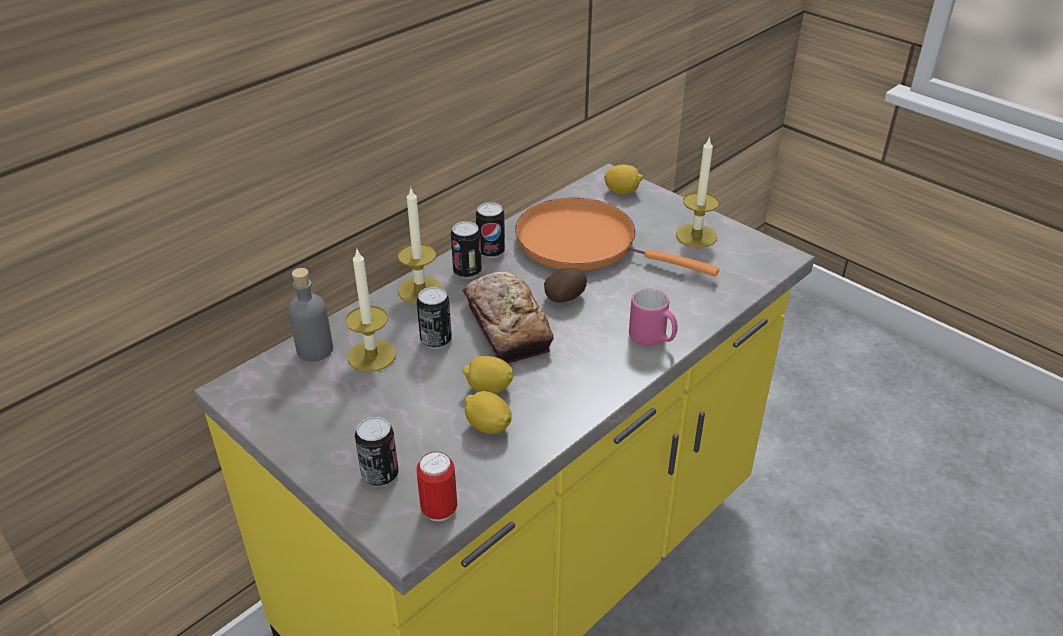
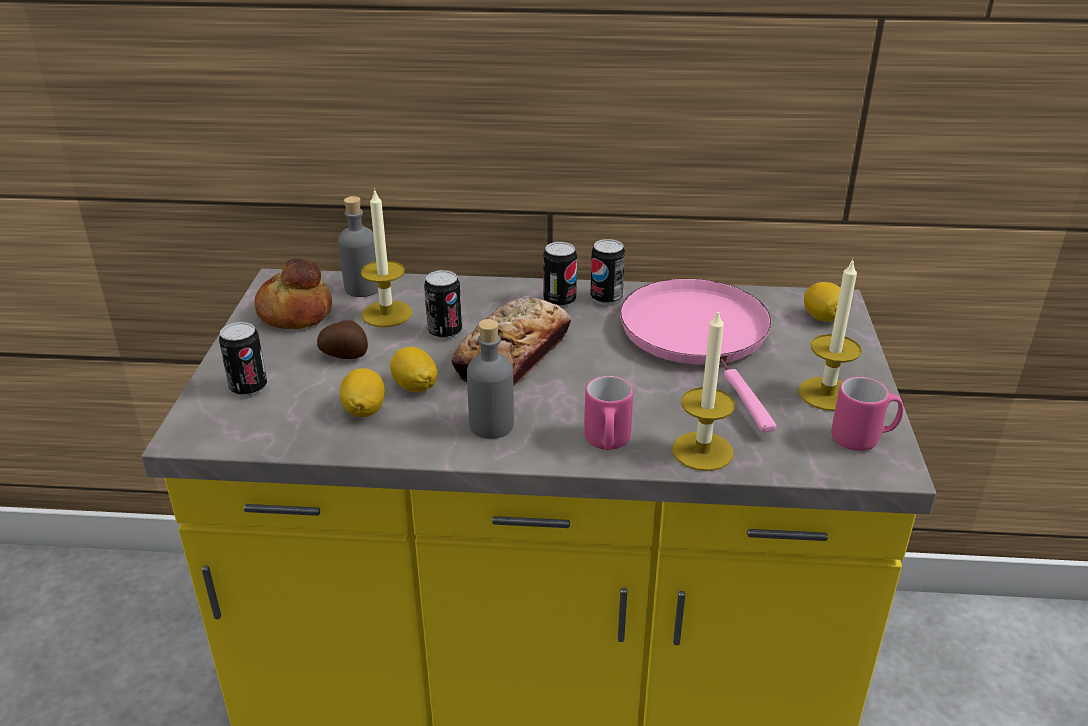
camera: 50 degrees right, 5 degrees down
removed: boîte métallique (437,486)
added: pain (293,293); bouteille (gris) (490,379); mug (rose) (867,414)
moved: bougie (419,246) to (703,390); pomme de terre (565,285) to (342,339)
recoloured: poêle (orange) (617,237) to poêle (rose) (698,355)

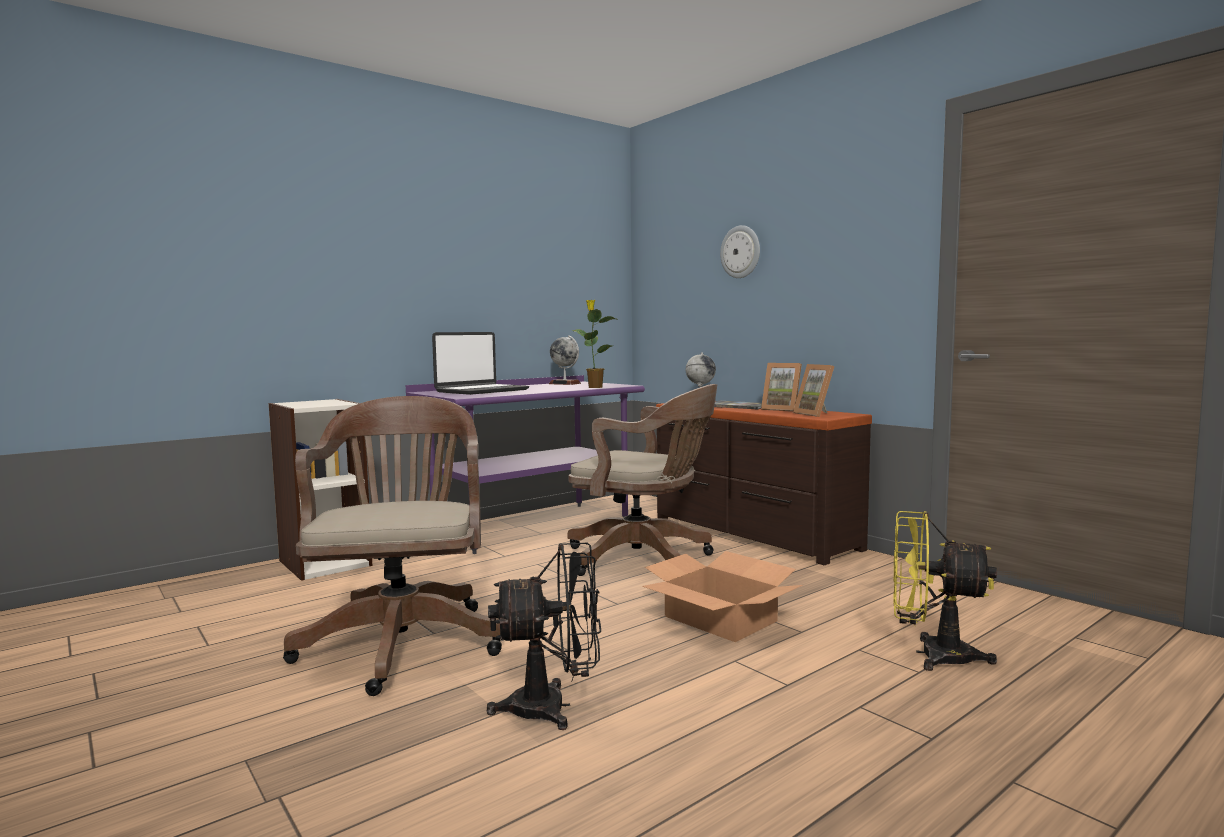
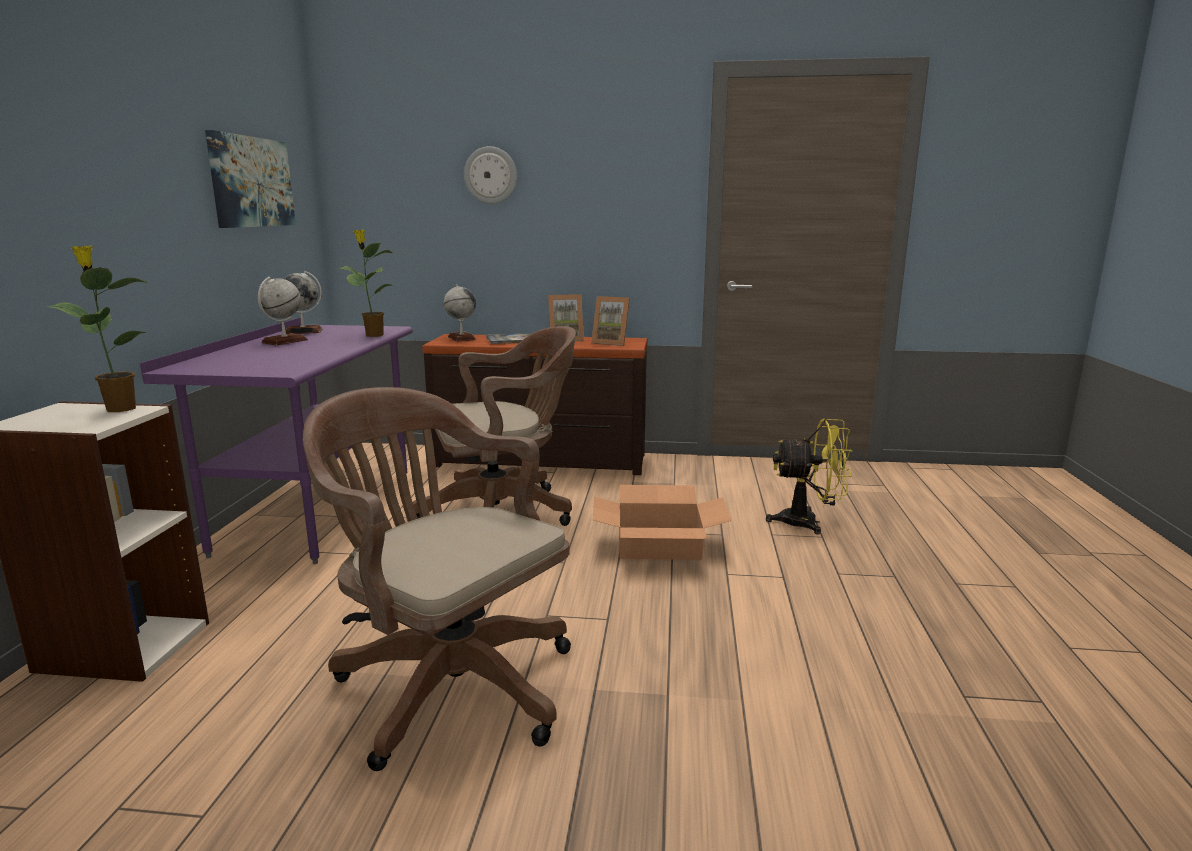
camera: 45 degrees left, 10 degrees up
removed: ordinateur portable (480,363); ventilateur (noir) (544,636)
added: plante en pot (98,328); tableau (250,179); globe (283,311)
turned: ventilateur (jaune) (945,591) = (809,476) 150 degrees counterclockwise

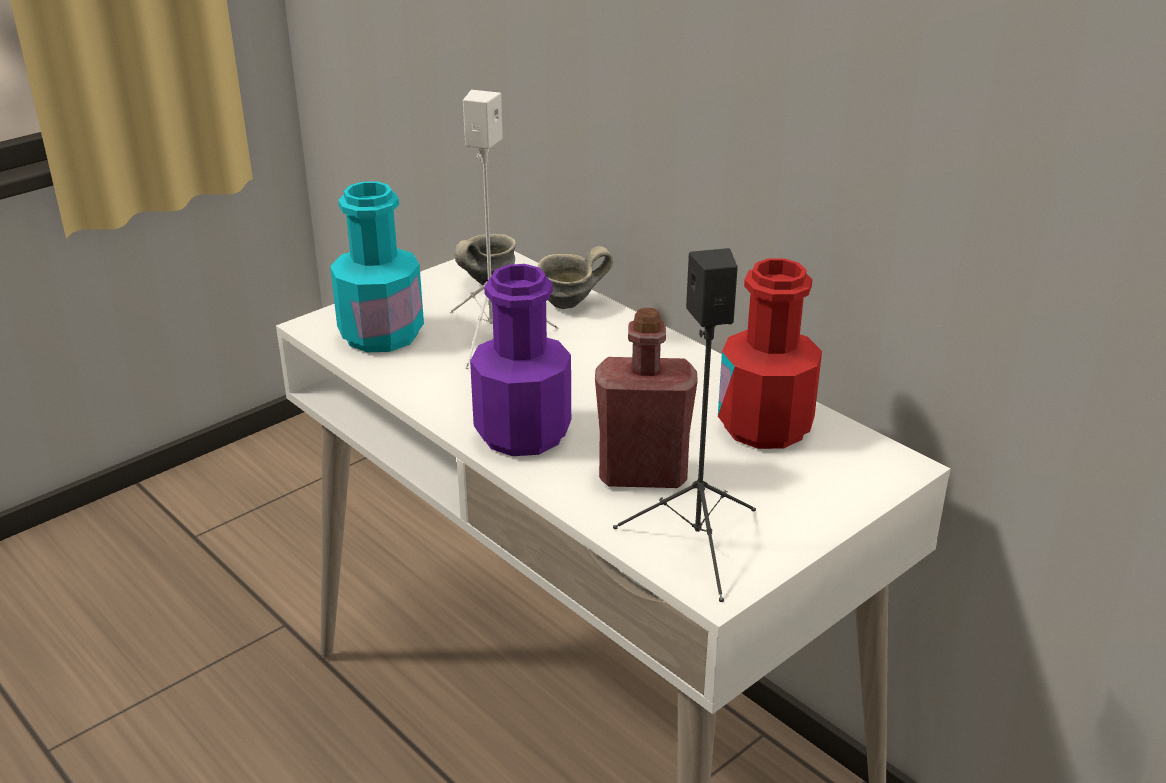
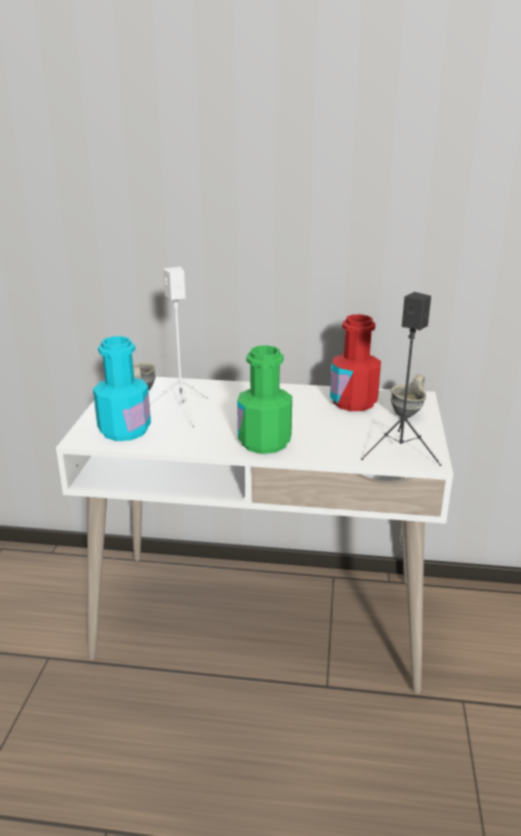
camera: 40 degrees left, 5 degrees down
removed: bouteille (rouge) (646,398)
moved: mug (gris) (575,277) to (409,396)
recoloured: bouteille (violet) (520,360) to bouteille (vert) (264,399)

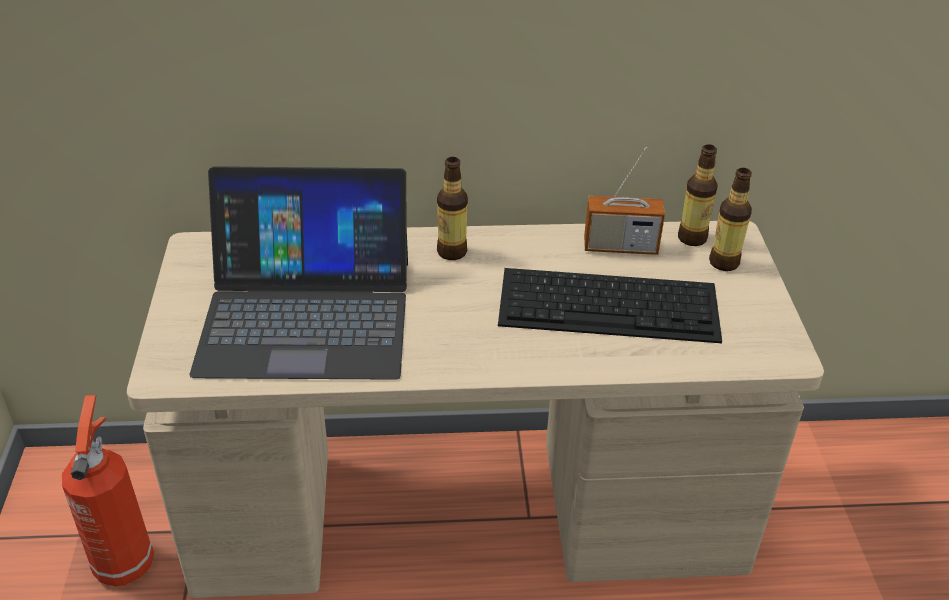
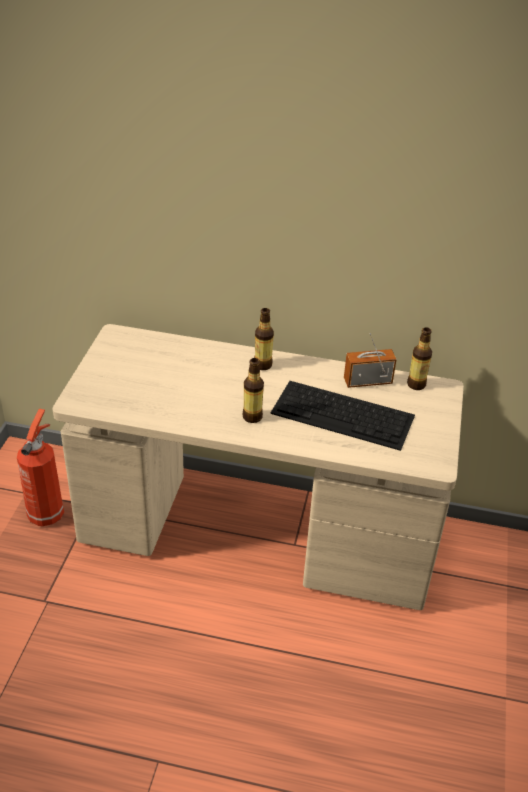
camera: 15 degrees right, 0 degrees up
removed: ordinateur portable (298,273)
moved: bouteille (730,219) to (253,390)
turned: radio (624,201) = (370,360) 150 degrees clockwise

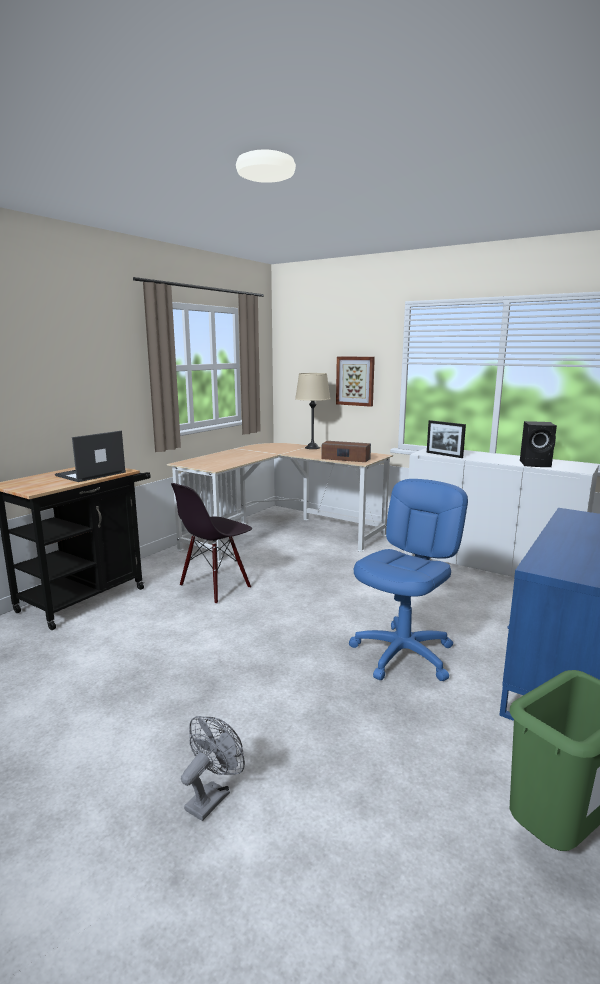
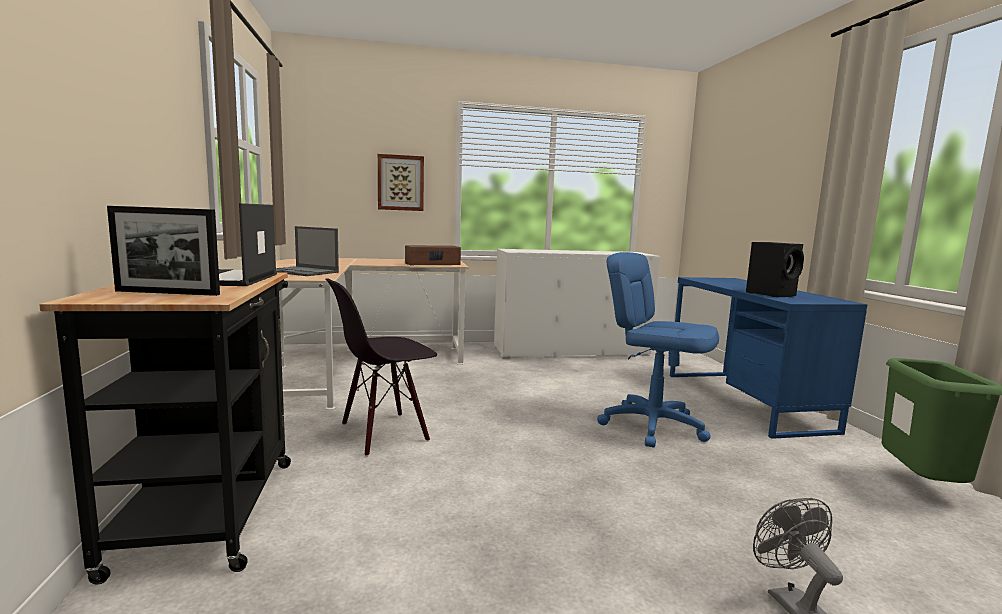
camera: 45 degrees left, 5 degrees down
removed: lampe de table (beige) (312,411)
added: ordinateur portable (307,251)
moved: cadre photo (446,439) to (163,251); enceinte (noir) (538,444) to (775,269)
turned: chaise (noir) (211,543) = (381,367) 60 degrees clockwise; chaise de bureau (bleu) (408,580) = (658,350) 45 degrees counterclockwise

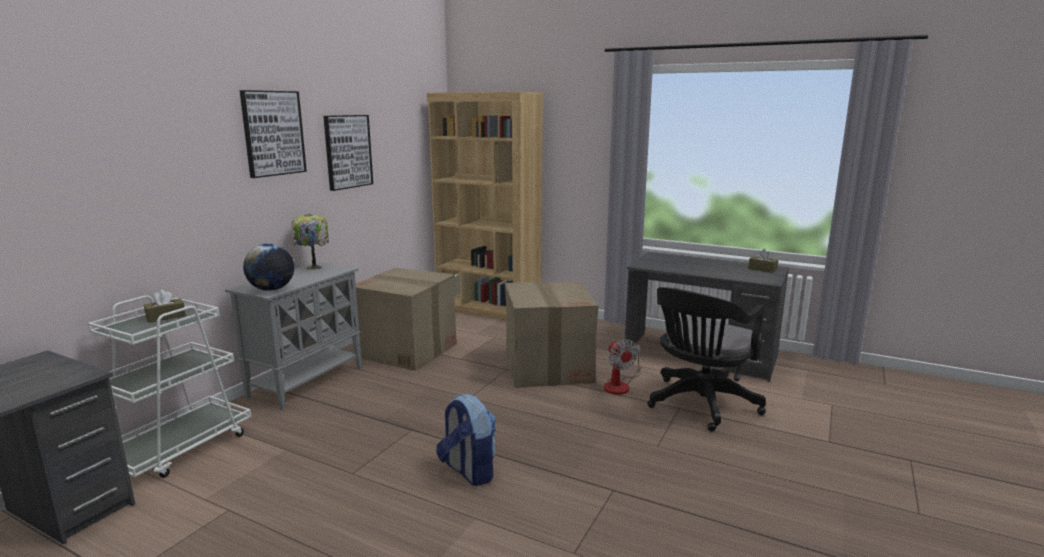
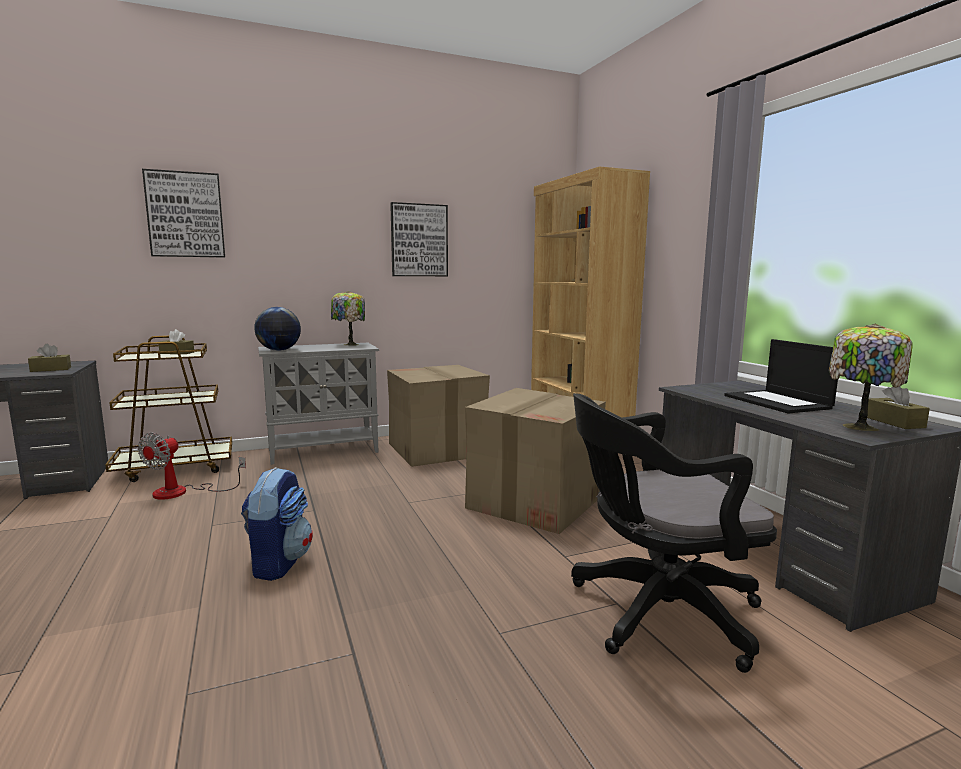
camera: 40 degrees right, 5 degrees down
added: boîte à mouchoirs (marron) (49,358); ordinateur portable (781,376); lampe de table (871,377)
moved: tableau (273,134) to (183,213); ventilateur (622,367) to (192,466)
recoloured: chariot (blanc) (170,386) to chariot (marron) (168,409)

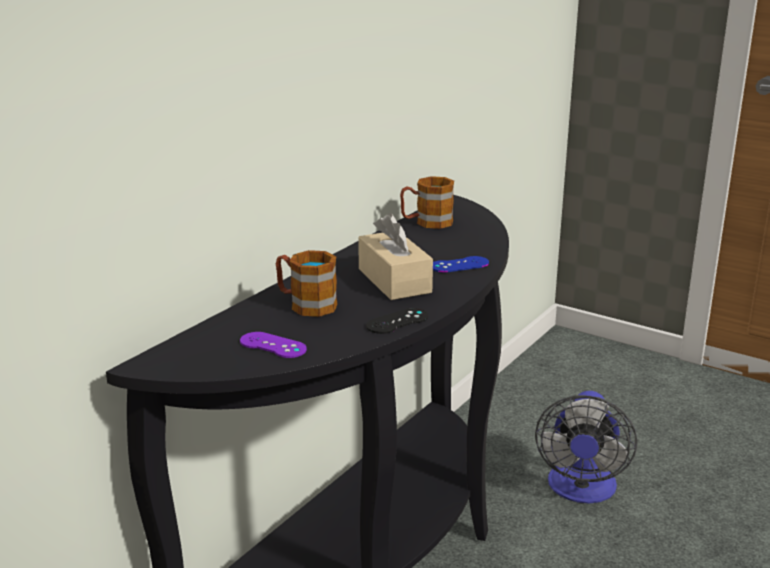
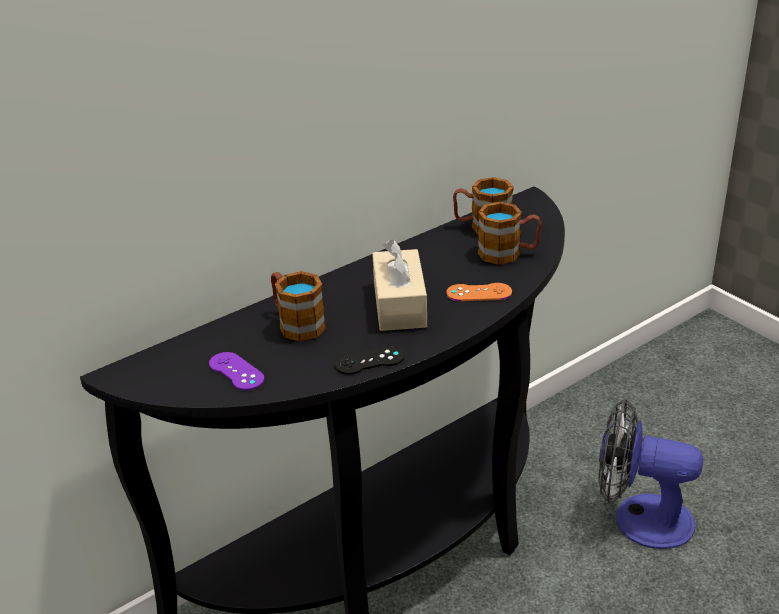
camera: 20 degrees right, 10 degrees up
added: mug (509,233)
recoloured: manette (bleu) (461,264) to manette (orange) (479,292)
turned: ventilateur (586,447) = (650,473) 75 degrees clockwise

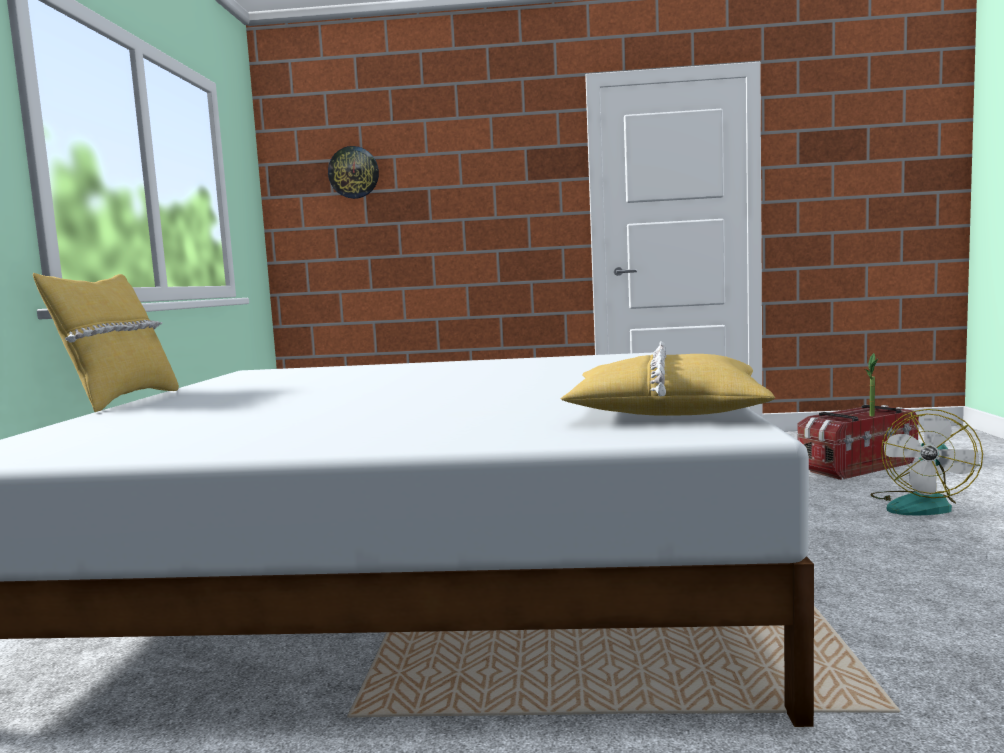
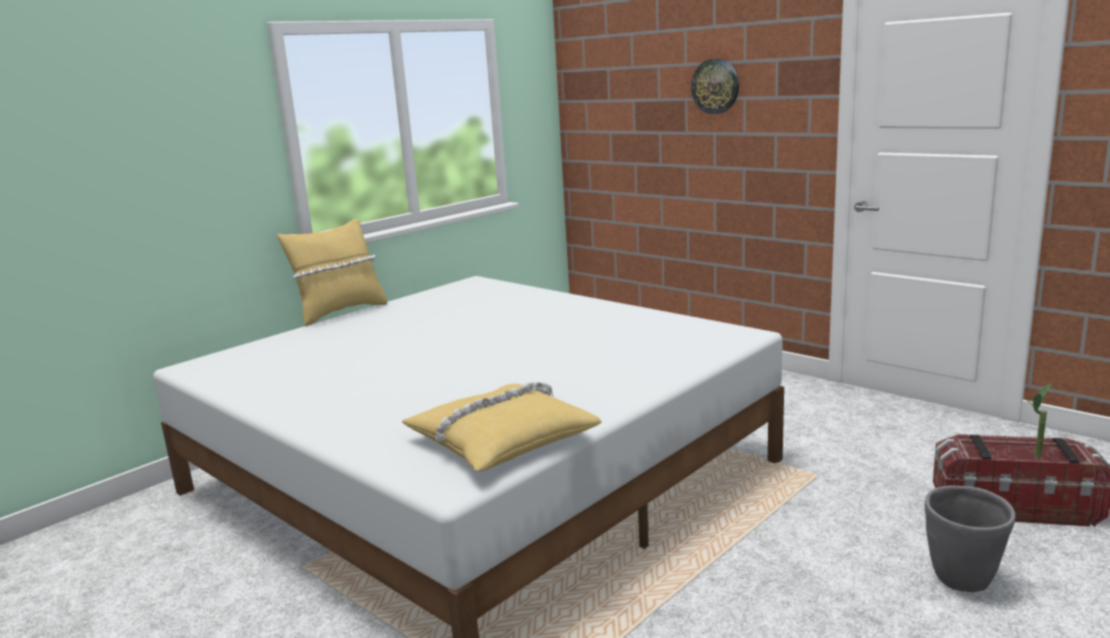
camera: 40 degrees right, 10 degrees up
moved: horloge murale (353,172) to (715,86)
replaced: ventilateur (926,462) to cache-pot (gris) (970,539)

